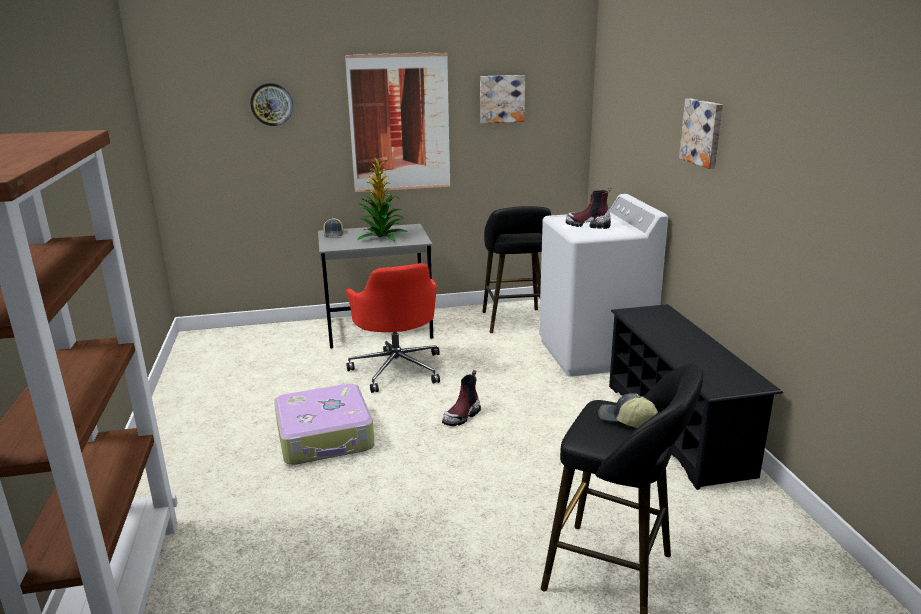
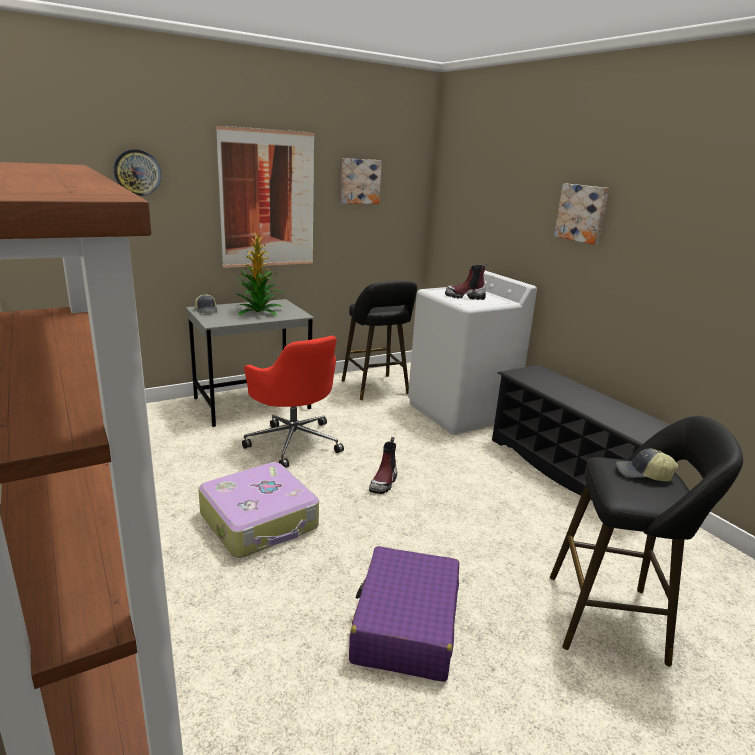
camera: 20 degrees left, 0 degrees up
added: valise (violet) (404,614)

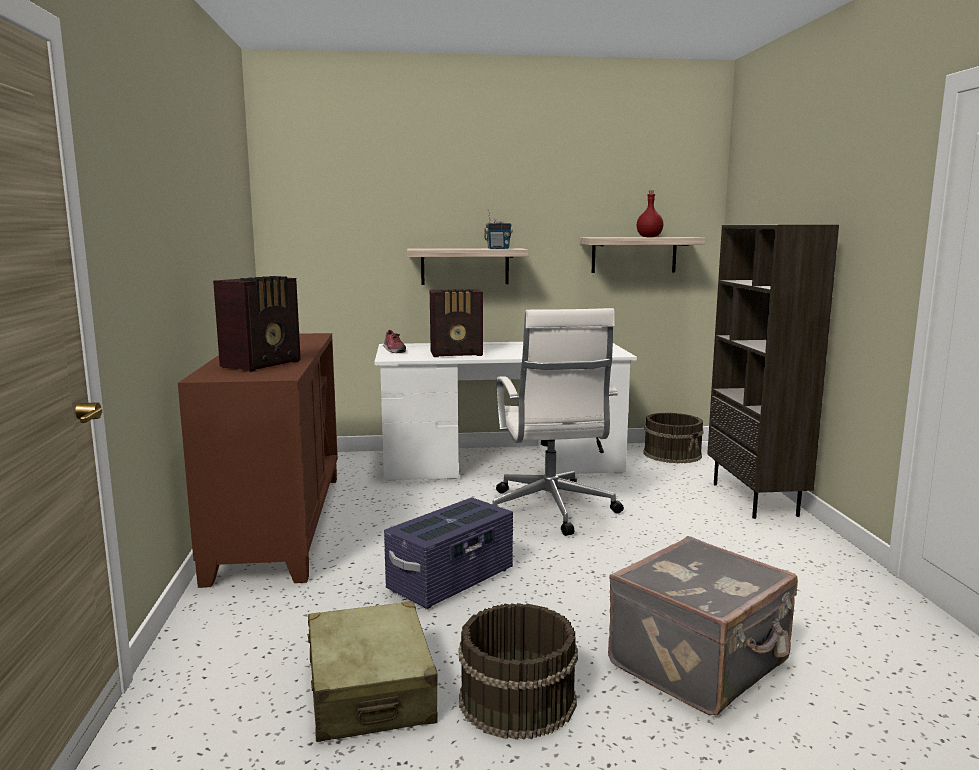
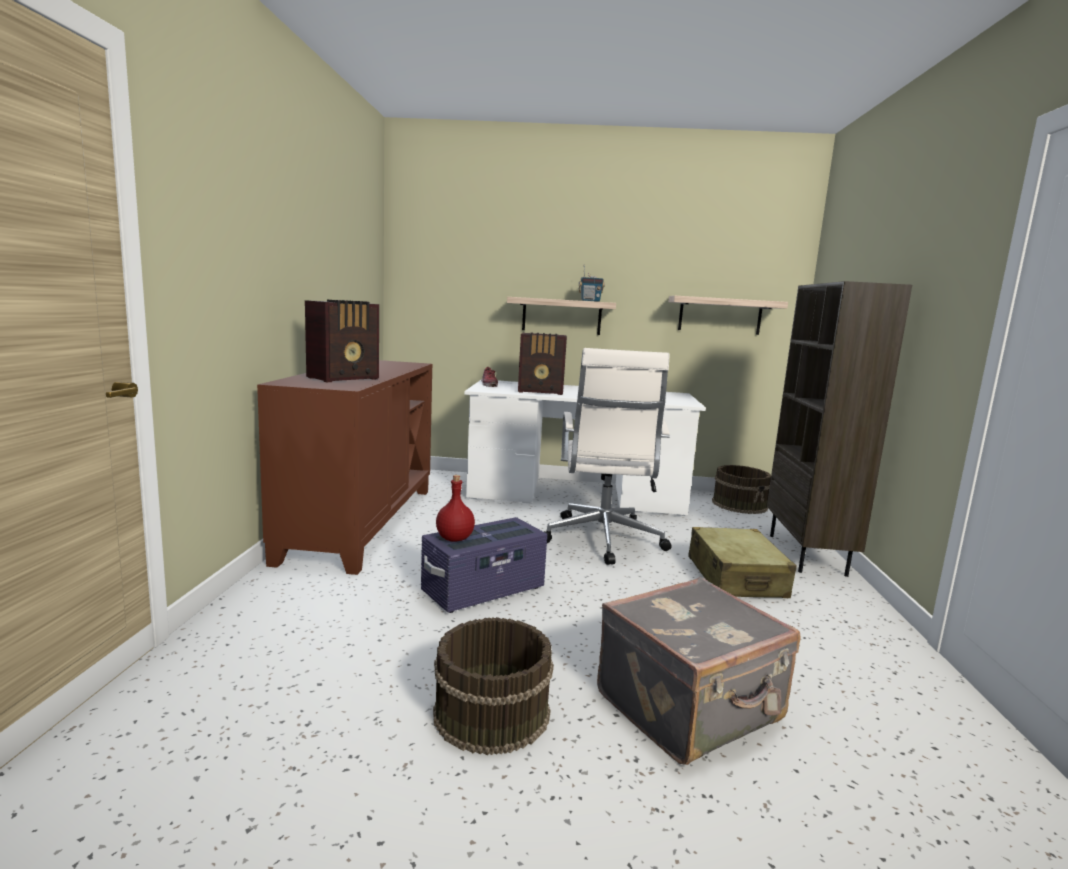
camera: 10 degrees right, 0 degrees up
moved: valise (beige) (373,671) to (742,562); bouteille (rouge) (650,213) to (455,508)

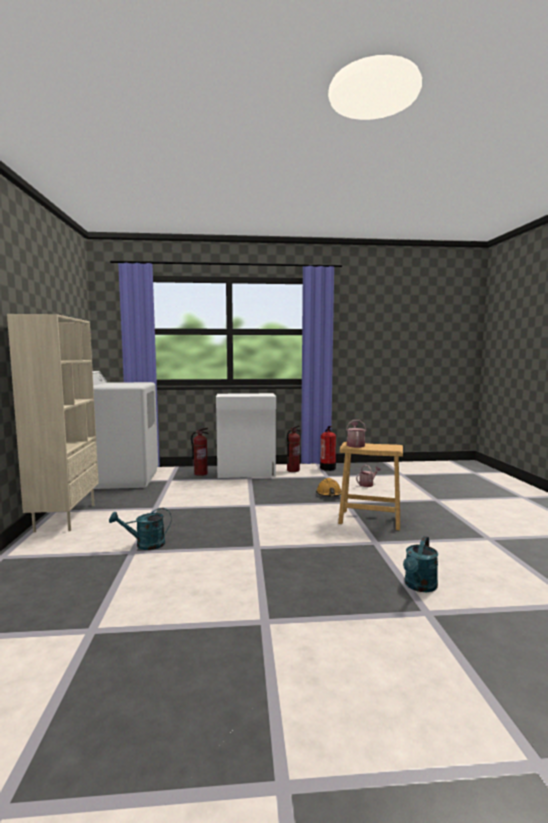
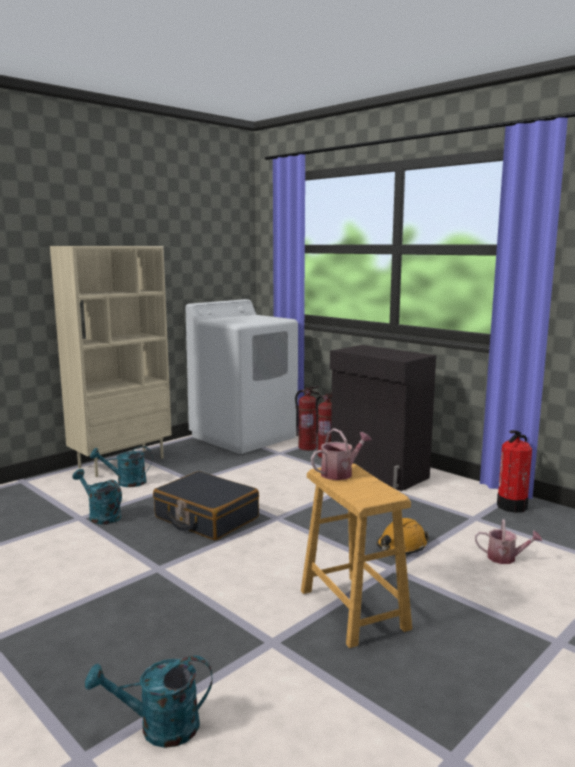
camera: 50 degrees right, 5 degrees up
added: arrosoir (turquoise) (121,466); valise (noir) (206,505)
moved: extincteur (293,448) to (307,418)
recoloured: meuble de rangement (blanc) (246,435) to meuble de rangement (noir) (383,418)

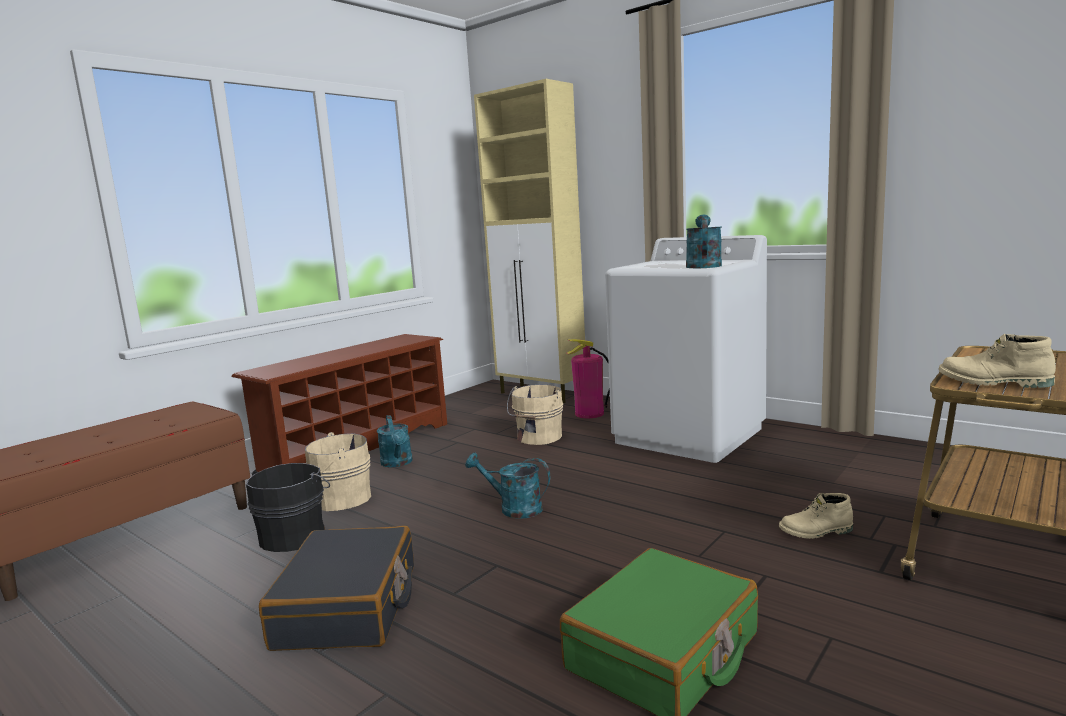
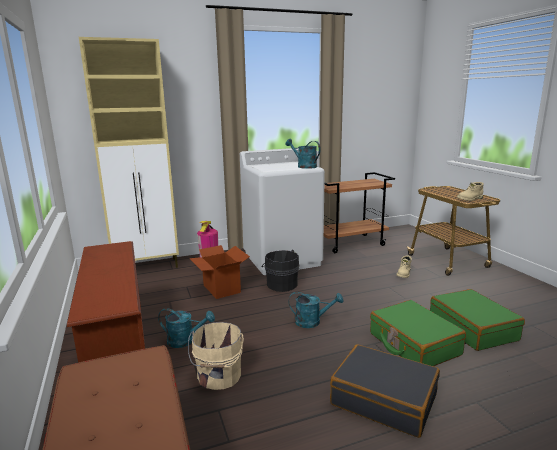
camera: 60 degrees left, 5 degrees up
added: chariot (marron) (359,212); valise (vert) (418,333)
moved: seau (noir) (288,507) to (281,271)
replaced: seau (beige) (535,415) to carton (219,272)
turned: arrosoir (turquoise) (507,486) = (316,310) 135 degrees counterclockwise

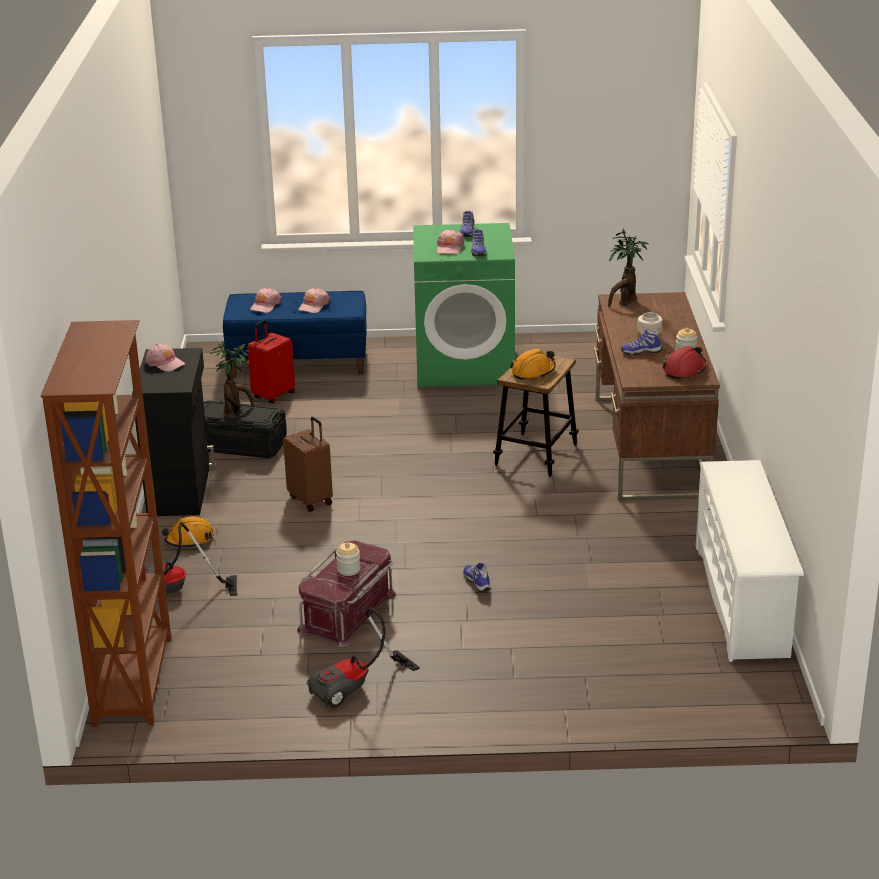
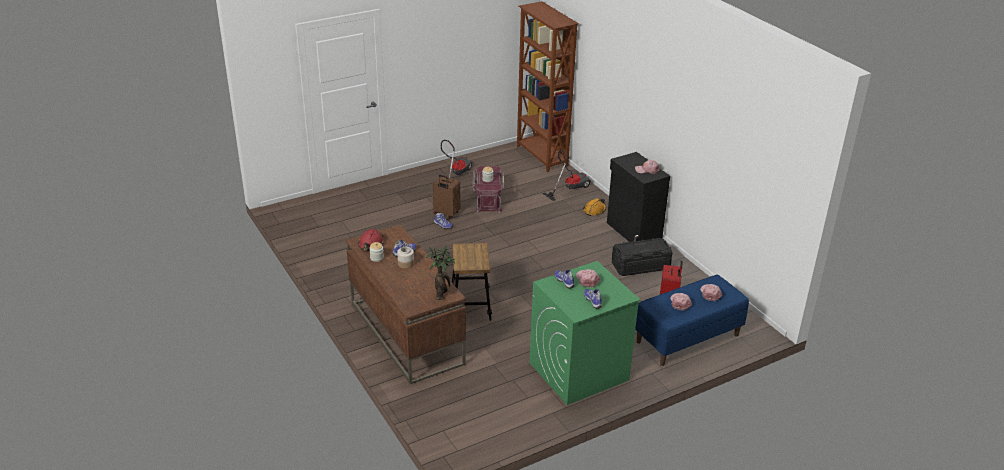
camera: 150 degrees right, 5 degrees up
removed: plante en pot (232,379); casque de chantier (orange) (533,364); étagère à chaussures (blanc) (750,561)
moved: valise (marron) (308,464) to (446,197)

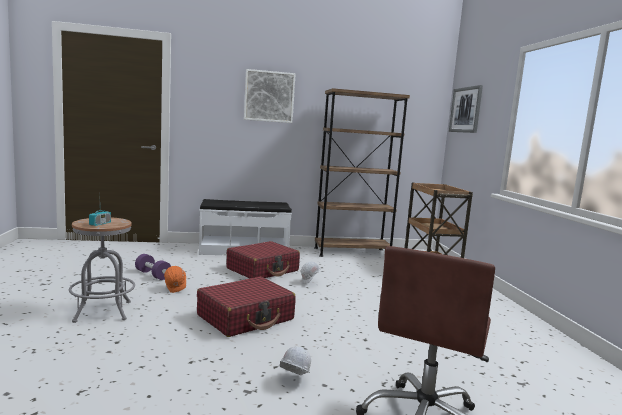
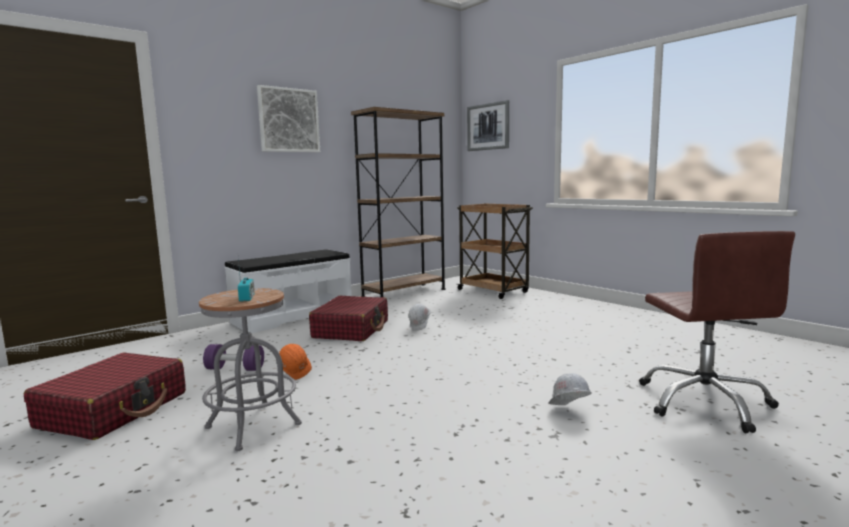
camera: 30 degrees left, 0 degrees up
moved: valise (rouge) (246,307) to (105,396)

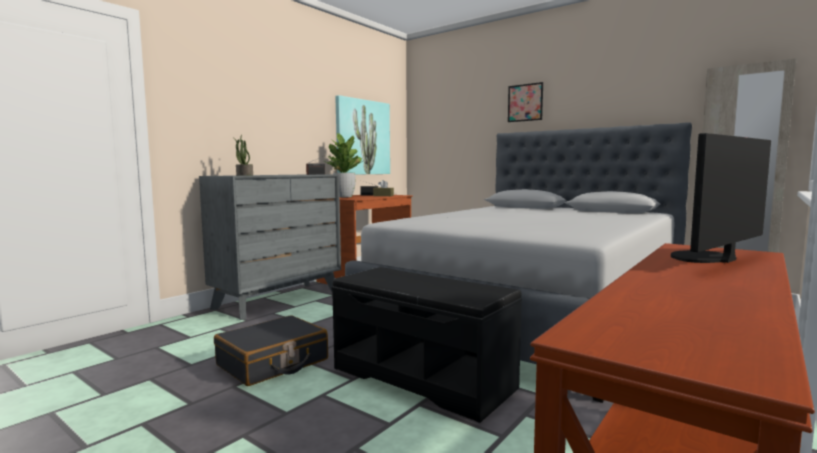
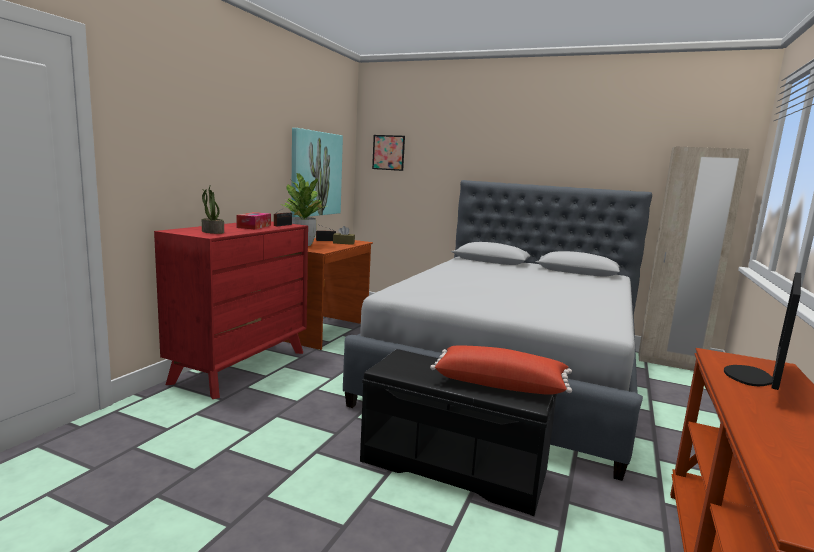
camera: 15 degrees left, 5 degrees up
removed: valise (noir) (271,350)
added: boîte à mouchoirs (253,220); coussin (rouge) (501,370)
moved: tableau (525,102) to (388,153)
recoloured: commode (gris) (270,247) to commode (rouge) (231,310)

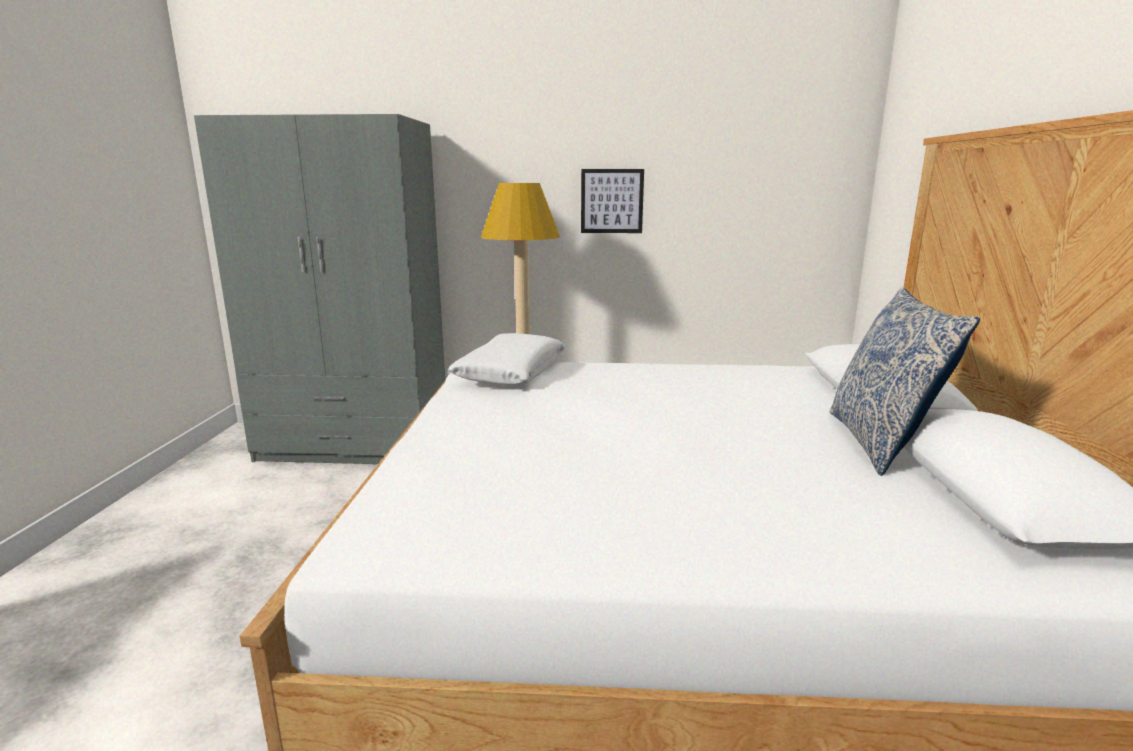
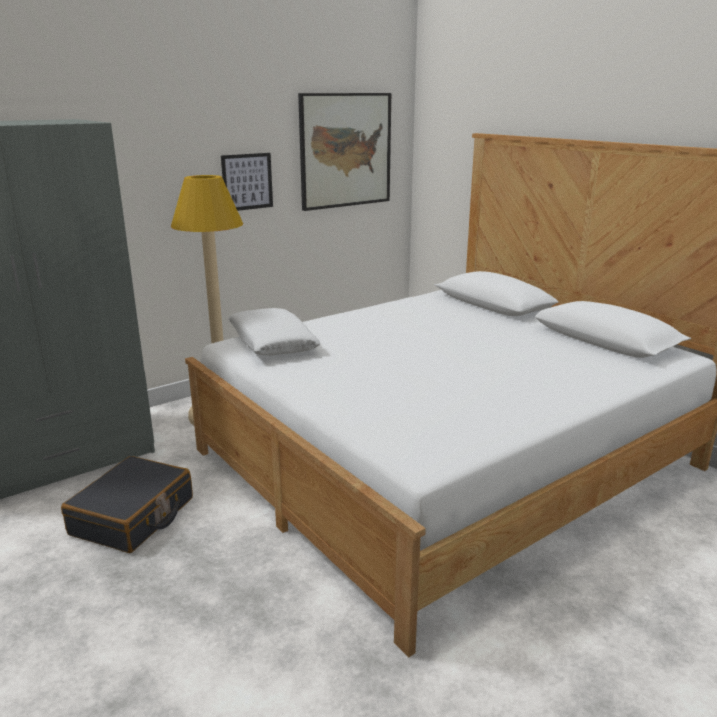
camera: 40 degrees left, 5 degrees up
removed: coussin (904,382)
added: valise (noir) (127,504); tableau (344,152)

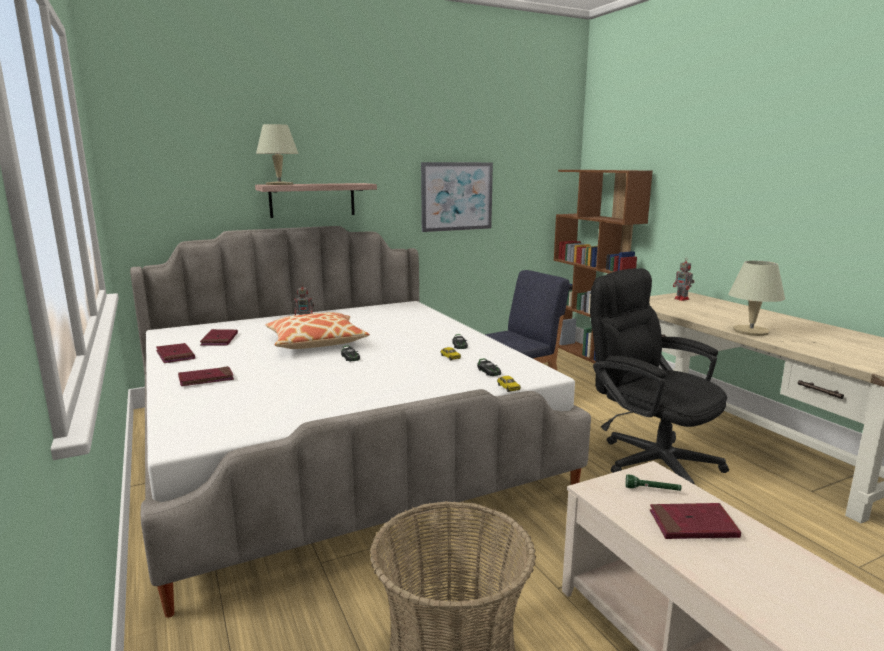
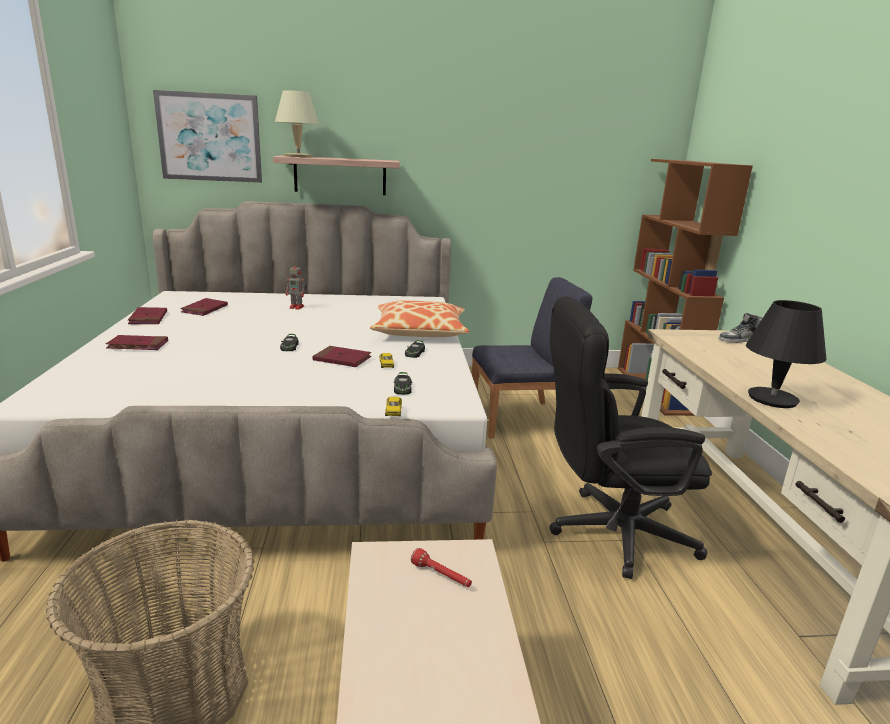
camera: 20 degrees right, 5 degrees up
moved: coussin (318,330) to (420,319); tableau (457,197) to (207,136); livre (rouge) (695,521) to (342,356)
replaced: robot jouet (683,279) to chaussure (740,328)
recoloured: lampe de poche (vert) (653,482) to lampe de poche (rouge) (441,567); lampe de table (beige) (756,298) to lampe de table (noir) (786,354)
turned: chaise de bureau (noir) (659,376) = (630,437) 75 degrees counterclockwise

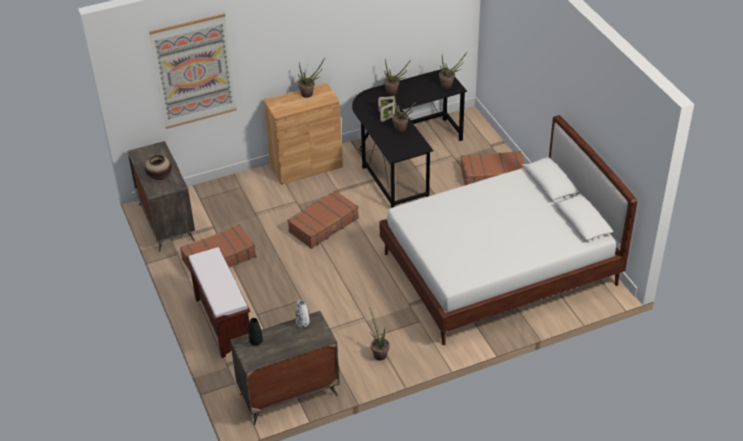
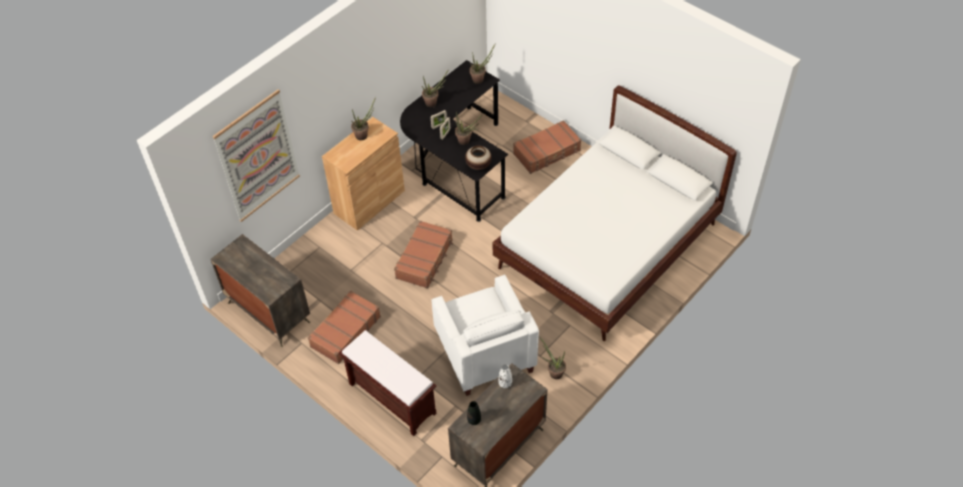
camera: 25 degrees left, 10 degrees up
added: fauteuil (blanc) (485,335)
moved: vase (158,167) to (478,158)

